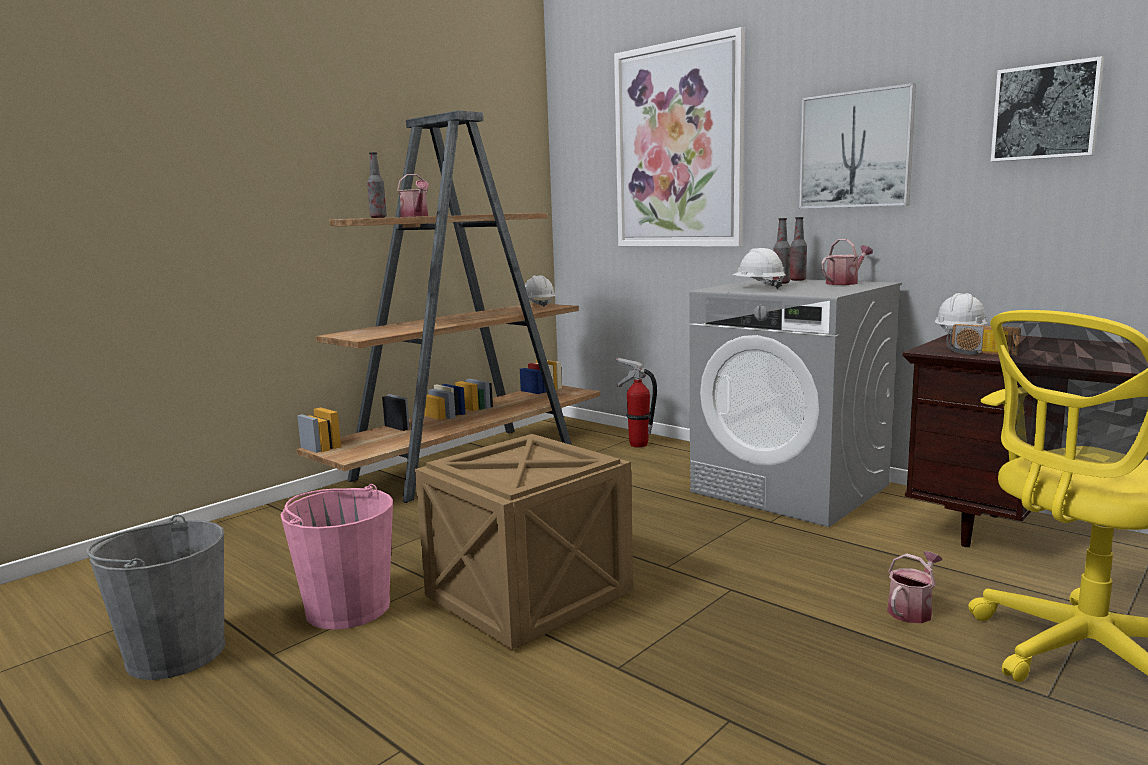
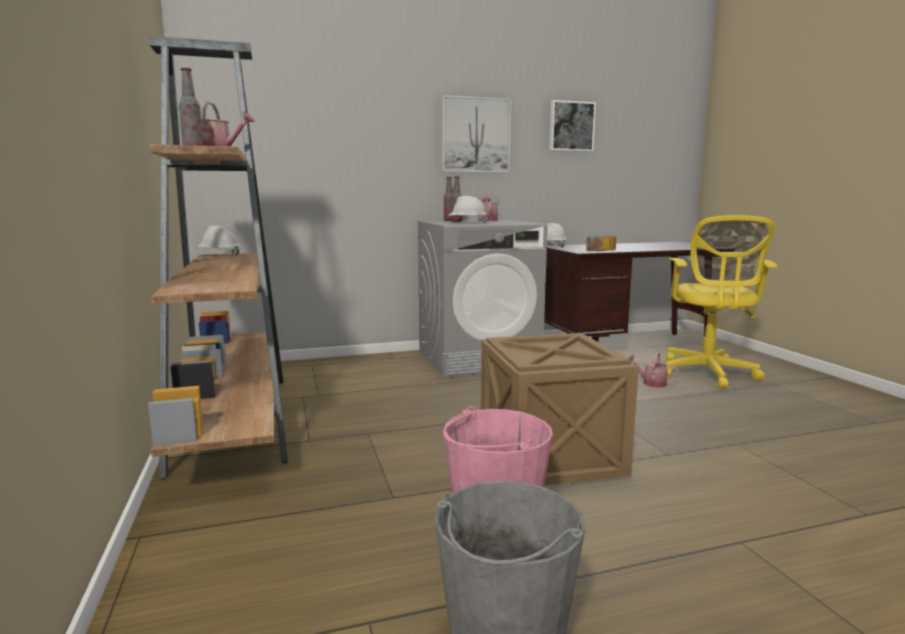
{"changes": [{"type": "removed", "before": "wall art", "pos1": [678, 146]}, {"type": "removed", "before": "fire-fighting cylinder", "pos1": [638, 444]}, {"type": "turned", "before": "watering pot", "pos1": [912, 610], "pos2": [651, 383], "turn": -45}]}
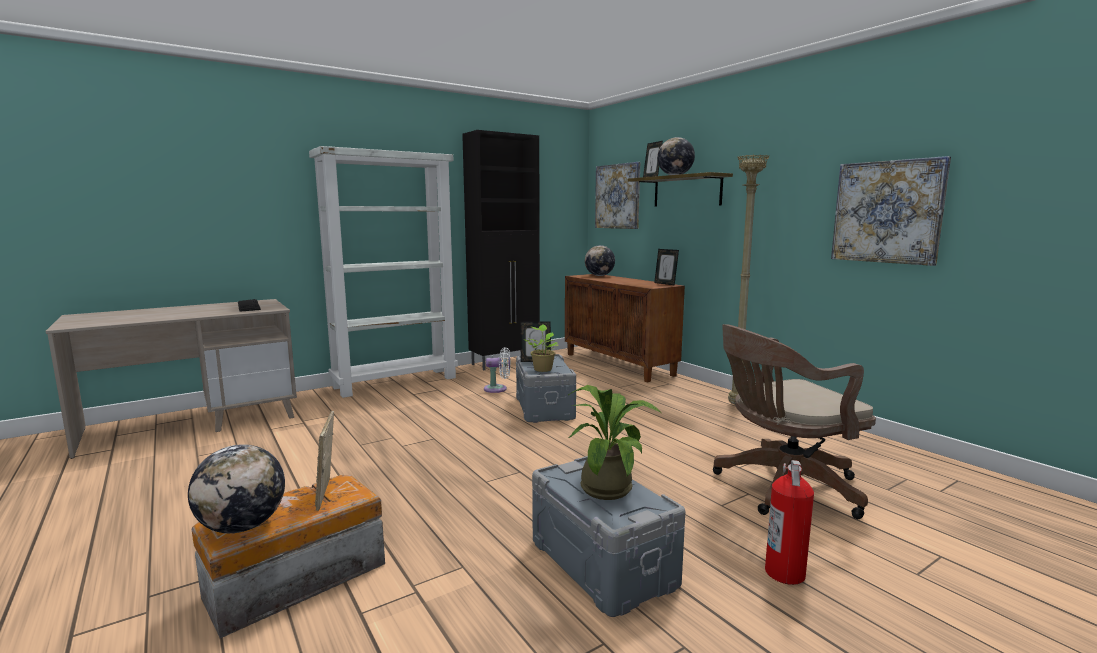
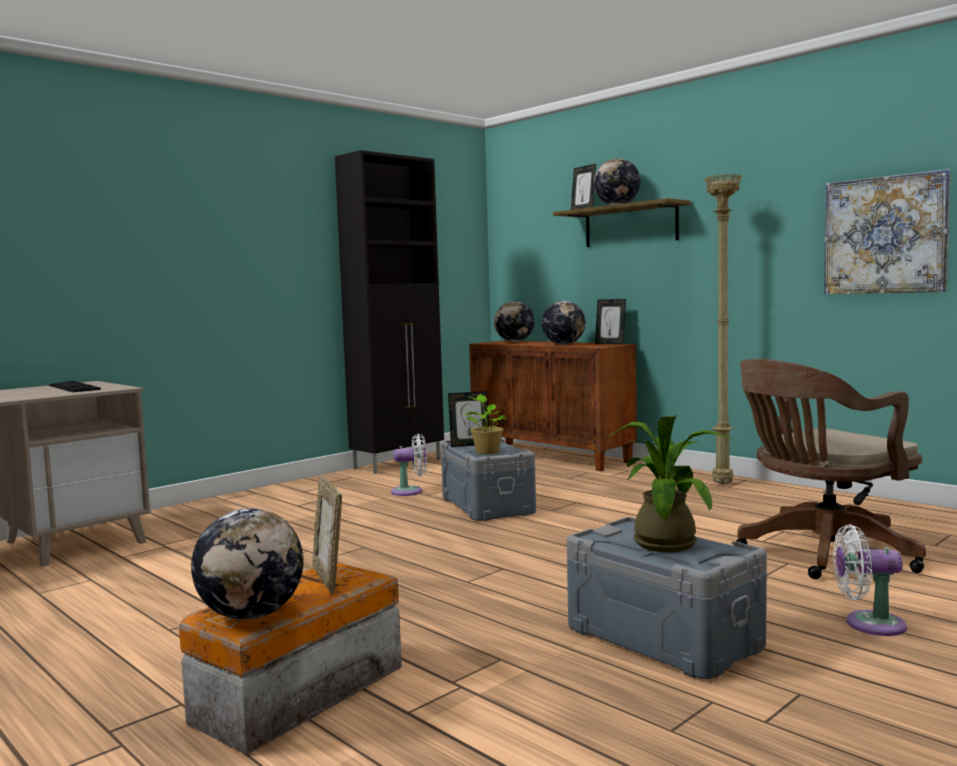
{"changes": [{"type": "removed", "before": "whitish shelving unit", "pos1": [396, 382]}, {"type": "removed", "before": "wall art", "pos1": [617, 196]}, {"type": "replaced", "before": "fire-fighting cylinder", "after": "whitish fan", "pos1": [785, 573], "pos2": [868, 624]}, {"type": "added", "after": "world globe", "pos2": [563, 344]}]}
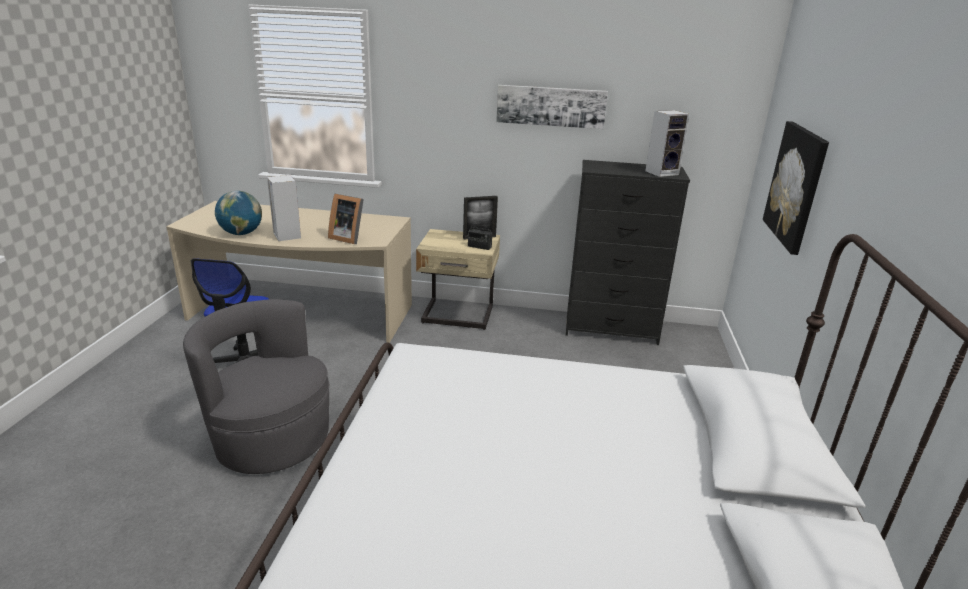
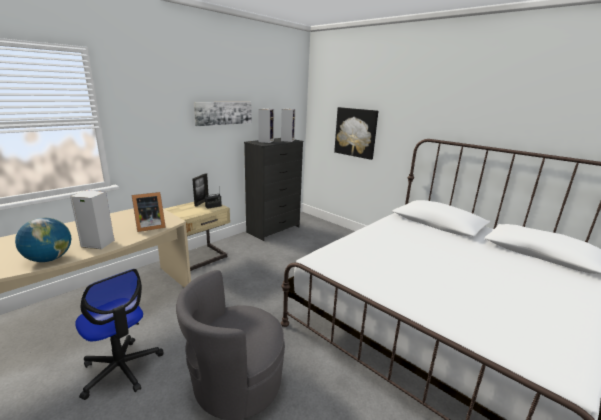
{"changes": [{"type": "added", "after": "speaker", "pos2": [266, 141]}]}
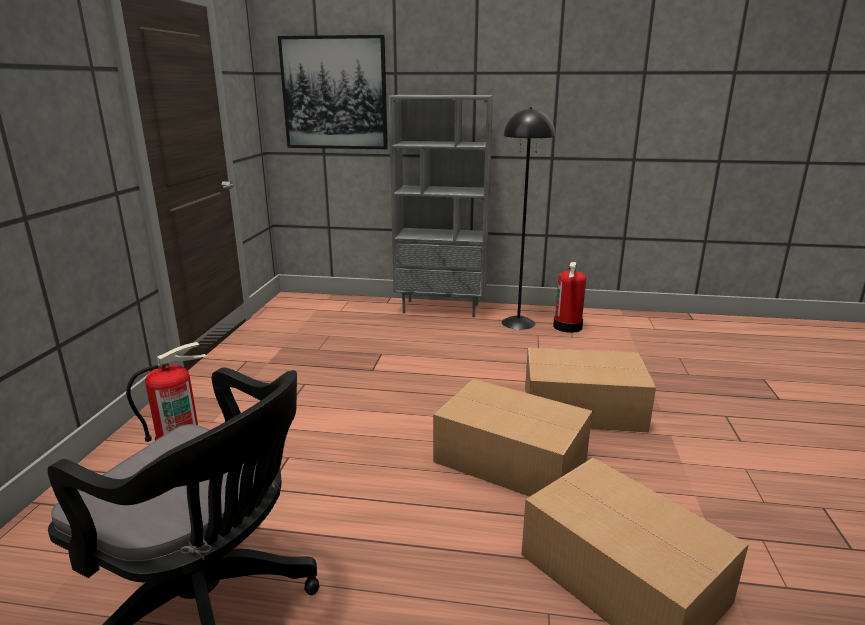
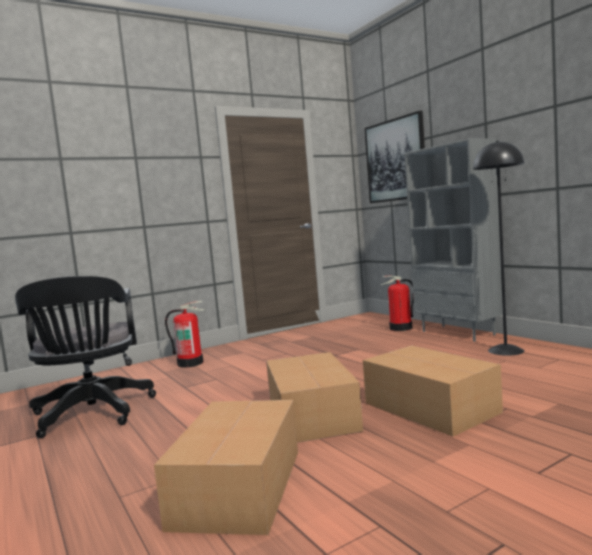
{"changes": [{"type": "moved", "before": "fire-fighting cylinder", "pos1": [568, 327], "pos2": [401, 328]}]}
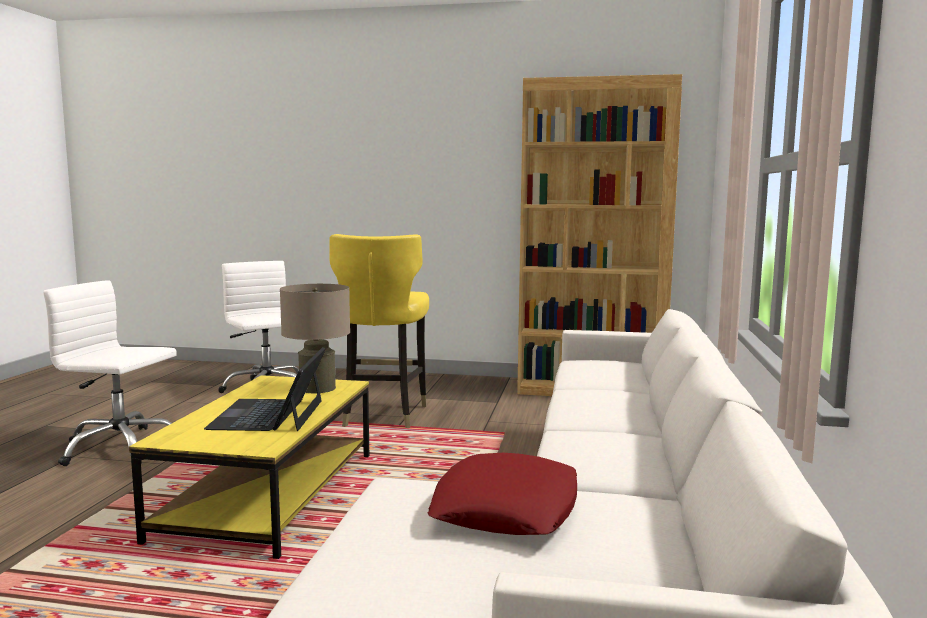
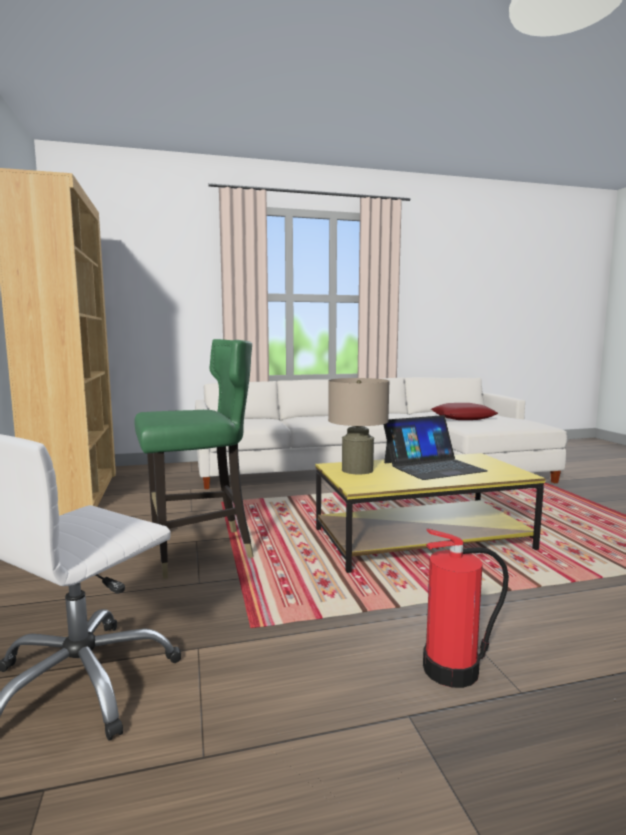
{"changes": [{"type": "replaced", "before": "whitish office chair", "after": "fire-fighting cylinder", "pos1": [120, 448], "pos2": [453, 669]}, {"type": "recoloured", "before": "yellowish plain chair", "after": "greenish plain chair", "pos1": [382, 415], "pos2": [198, 551]}]}
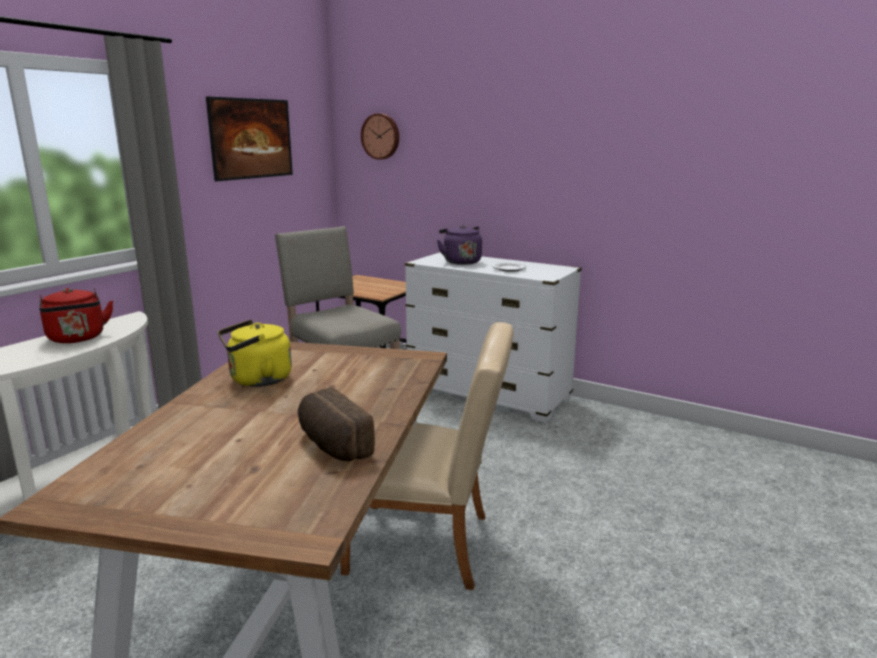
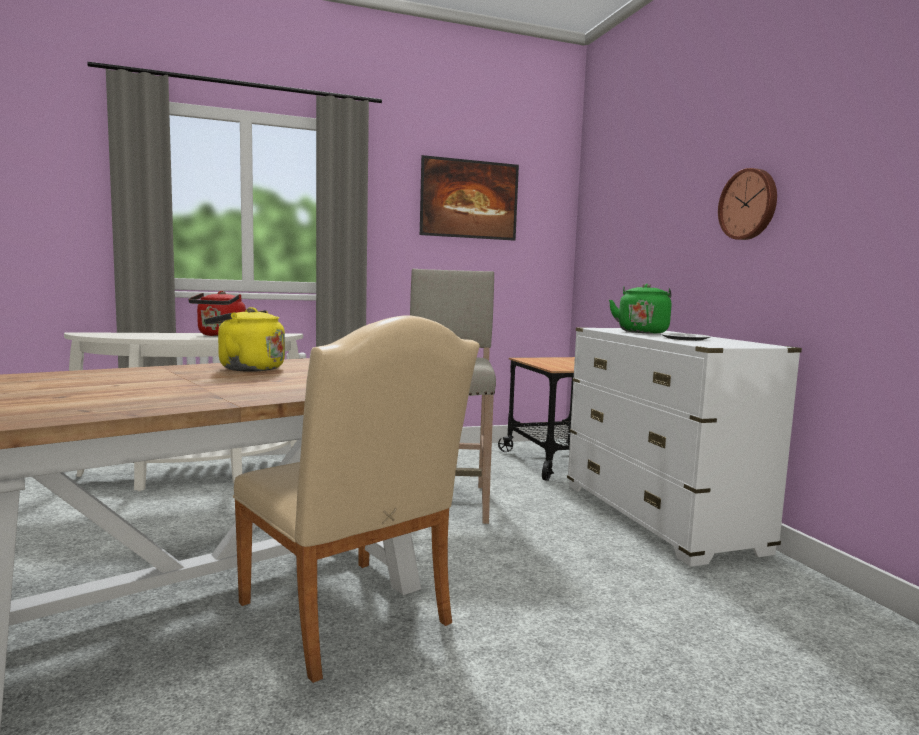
{"changes": [{"type": "removed", "before": "bread", "pos1": [332, 445]}, {"type": "moved", "before": "wall clock", "pos1": [381, 136], "pos2": [749, 204]}, {"type": "recoloured", "before": "purple-coloured tea kettle", "after": "greenish tea kettle", "pos1": [460, 261], "pos2": [642, 332]}]}
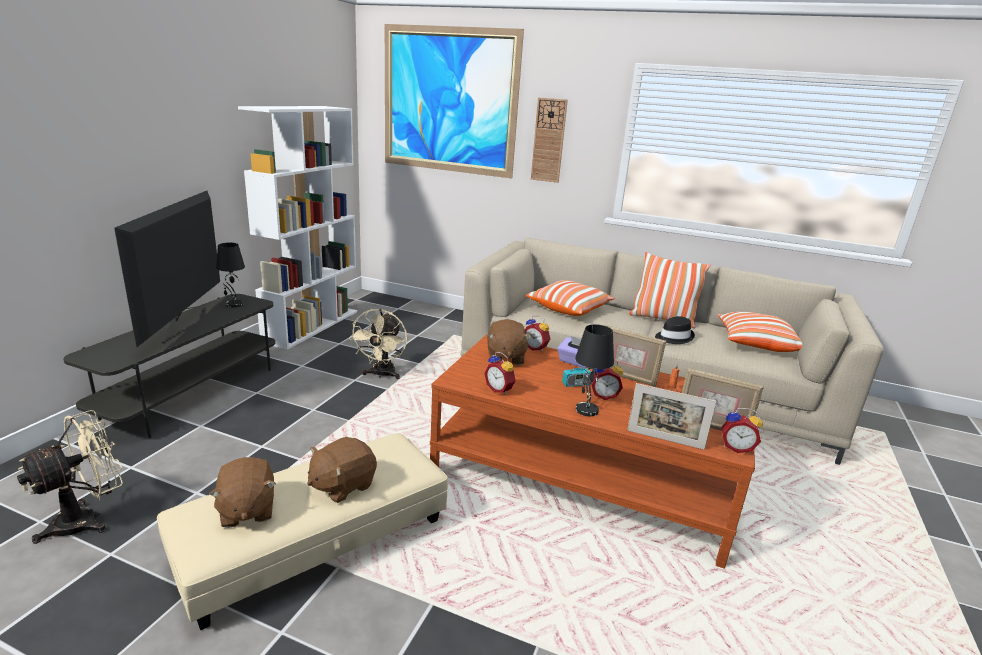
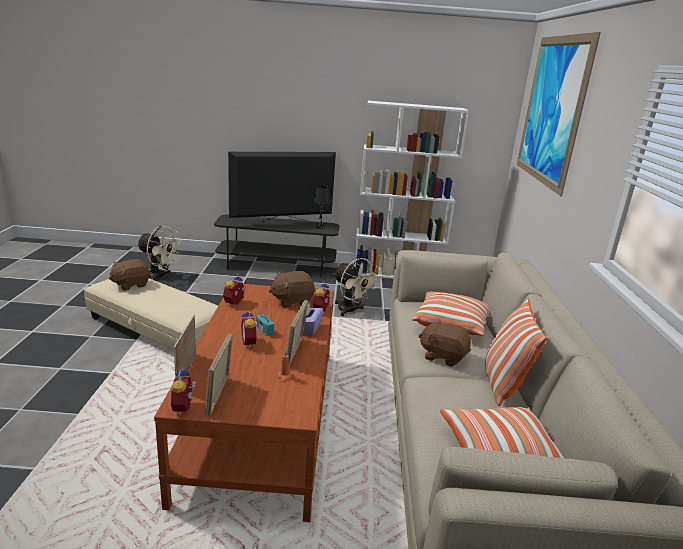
{"changes": [{"type": "moved", "before": "brown-coloured cuddly toy", "pos1": [342, 485], "pos2": [443, 356]}, {"type": "turned", "before": "sand-coloured fan", "pos1": [381, 375], "pos2": [350, 311], "turn": -120}, {"type": "removed", "before": "wall clock", "pos1": [548, 140]}, {"type": "removed", "before": "black tabletop lamp", "pos1": [586, 410]}, {"type": "removed", "before": "black clothing hat", "pos1": [673, 337]}]}
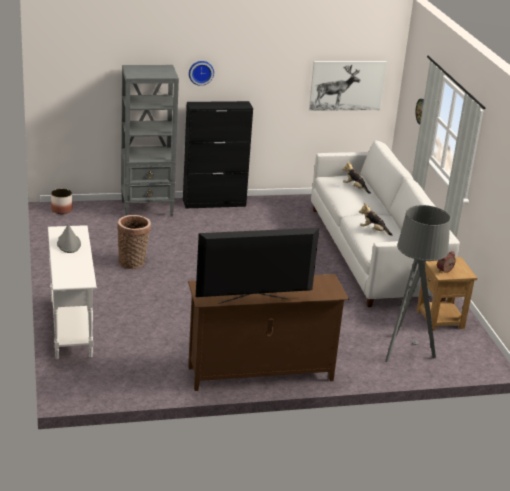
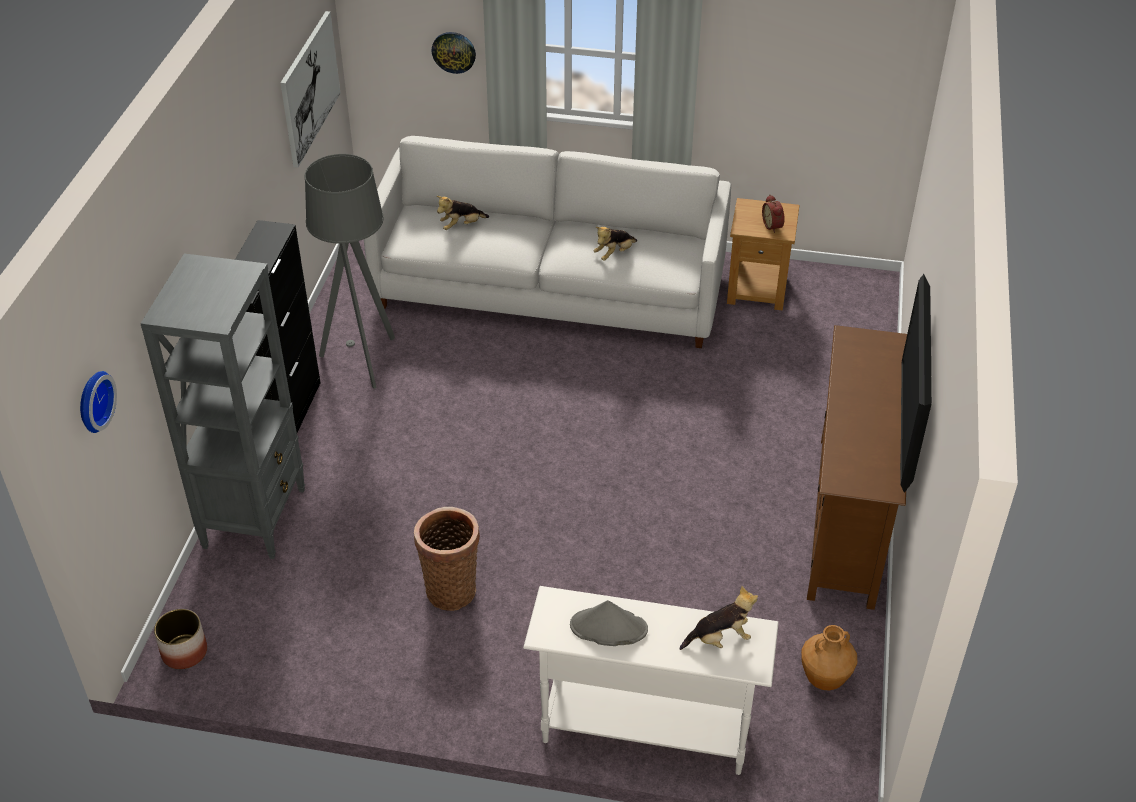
{"changes": [{"type": "moved", "before": "wall clock", "pos1": [201, 72], "pos2": [92, 401]}, {"type": "moved", "before": "greyish standing lamp", "pos1": [405, 351], "pos2": [363, 360]}, {"type": "added", "after": "cuddly toy", "pos2": [720, 638]}, {"type": "added", "after": "brown-coloured decorative vase", "pos2": [824, 679]}]}
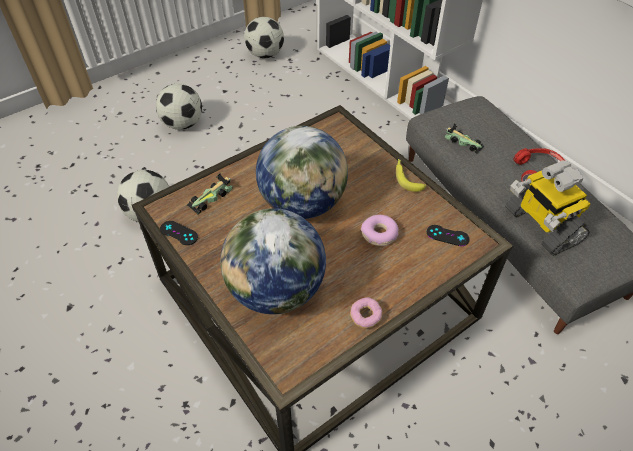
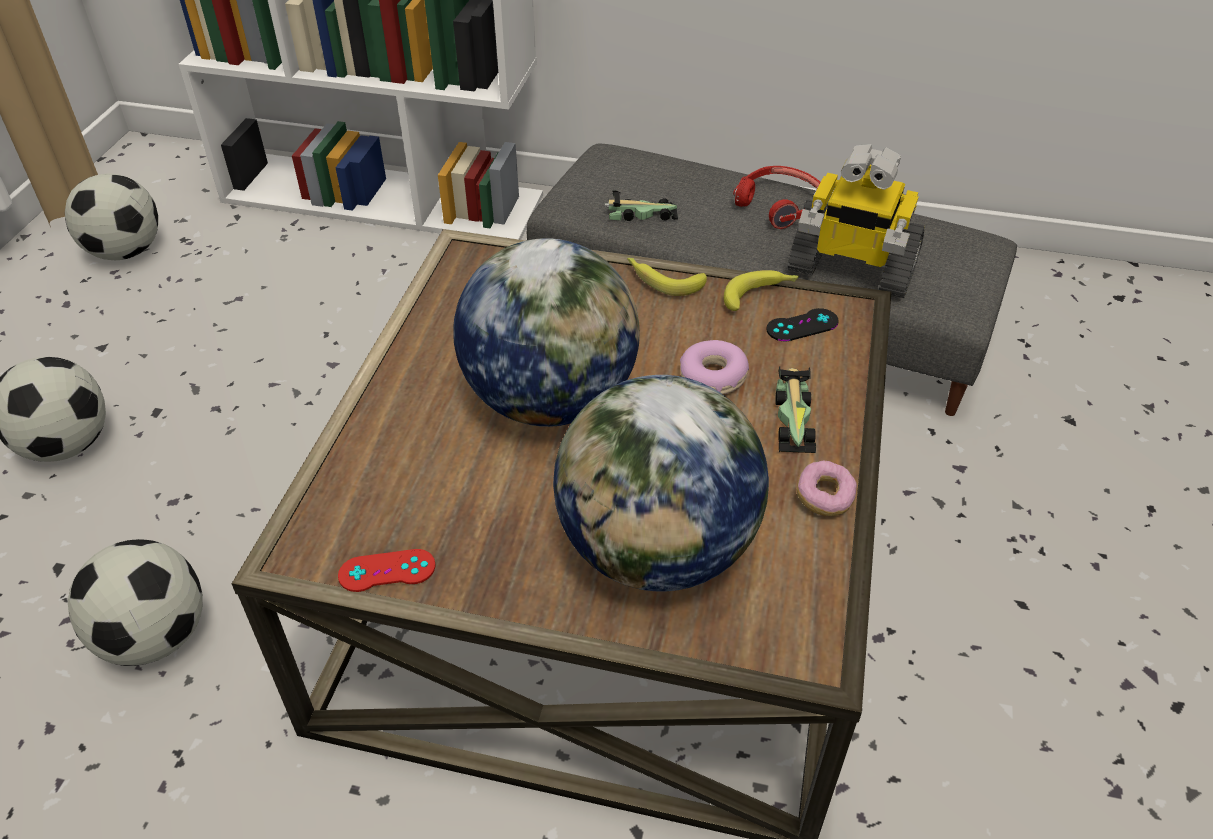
{"changes": [{"type": "recoloured", "before": "black gamepad", "after": "red gamepad", "pos1": [179, 233], "pos2": [387, 571]}, {"type": "moved", "before": "miniature car", "pos1": [212, 196], "pos2": [793, 416]}, {"type": "added", "after": "banana", "pos2": [760, 295]}]}
